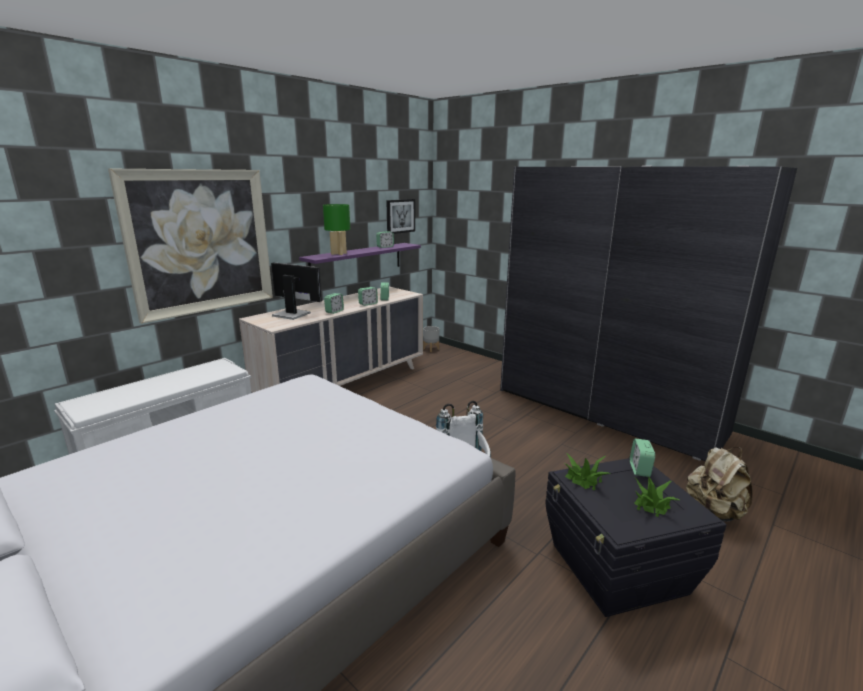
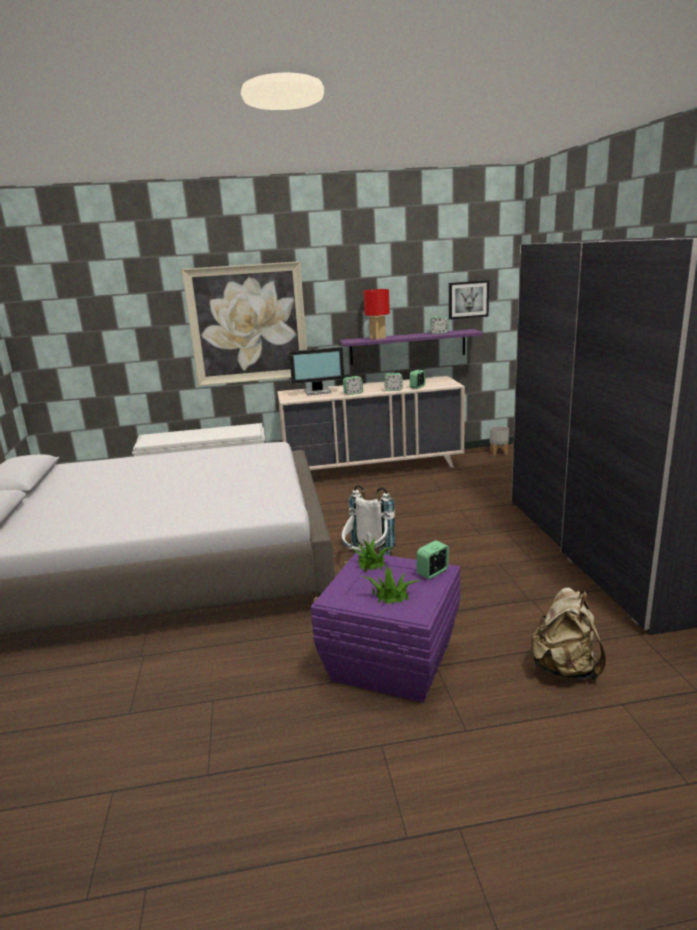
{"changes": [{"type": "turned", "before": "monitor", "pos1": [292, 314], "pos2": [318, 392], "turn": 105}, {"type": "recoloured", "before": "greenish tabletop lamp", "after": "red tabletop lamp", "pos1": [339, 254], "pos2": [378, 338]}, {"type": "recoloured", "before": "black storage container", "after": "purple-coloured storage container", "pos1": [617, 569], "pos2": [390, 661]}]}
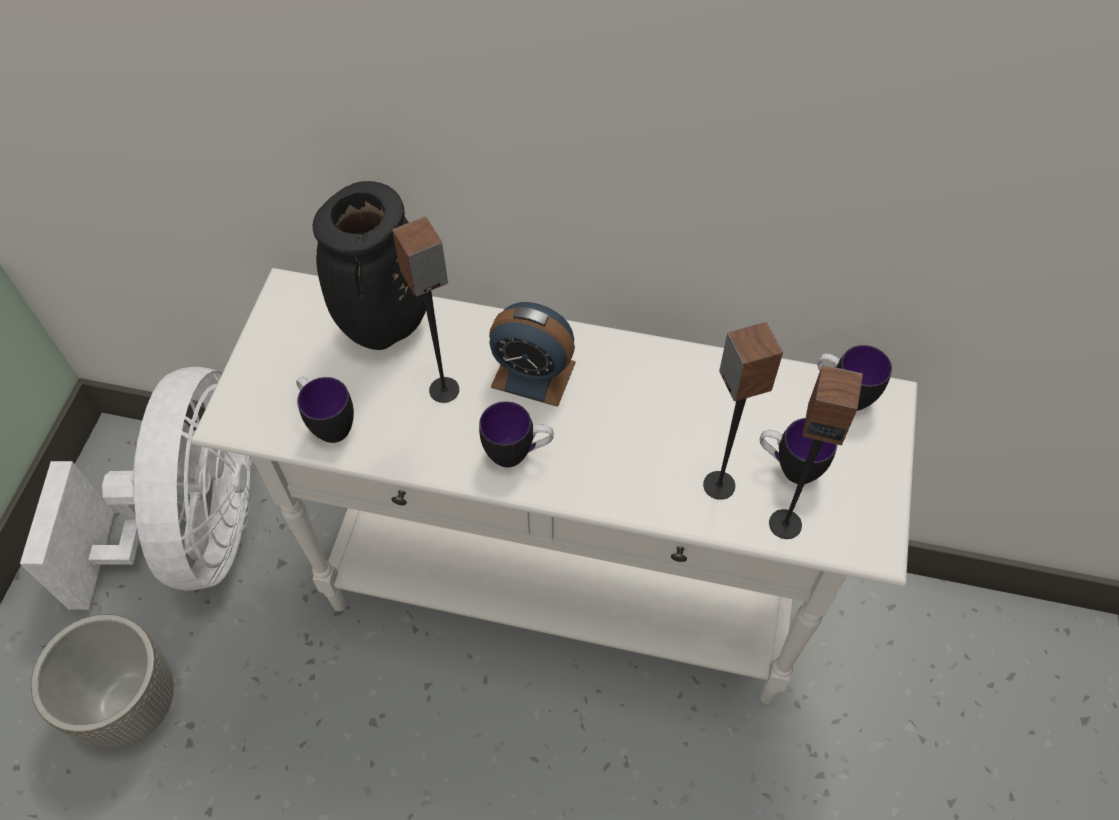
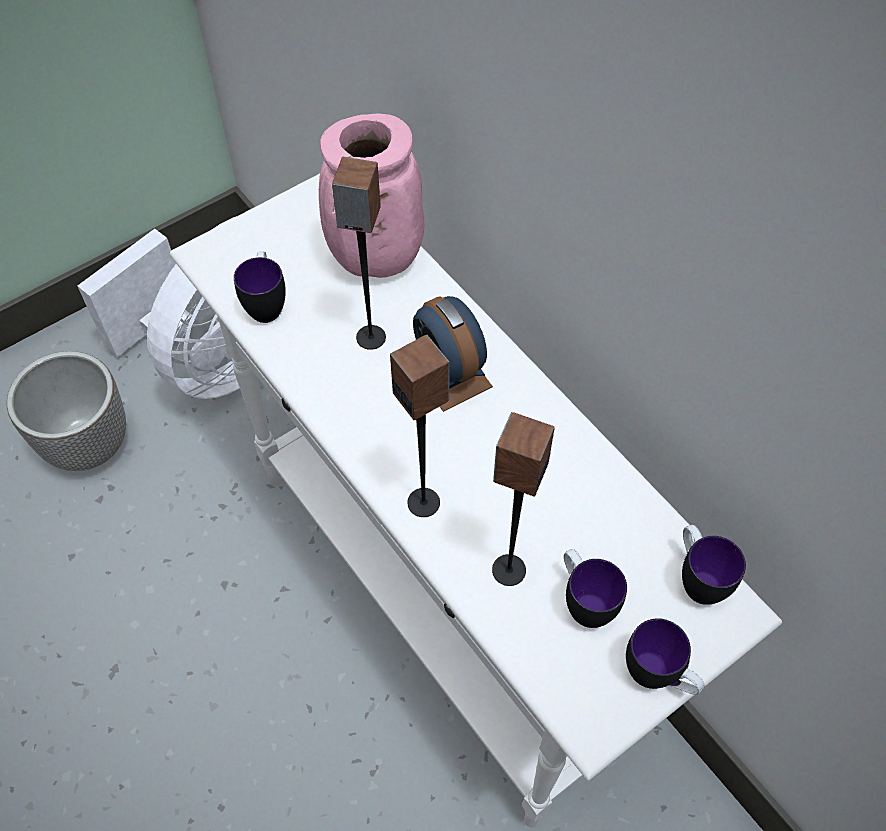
{"changes": [{"type": "recoloured", "before": "black decorative vase", "after": "pink decorative vase", "pos1": [386, 328], "pos2": [375, 261]}, {"type": "moved", "before": "tea mug", "pos1": [518, 454], "pos2": [658, 677]}, {"type": "moved", "before": "speaker", "pos1": [785, 523], "pos2": [424, 502]}]}
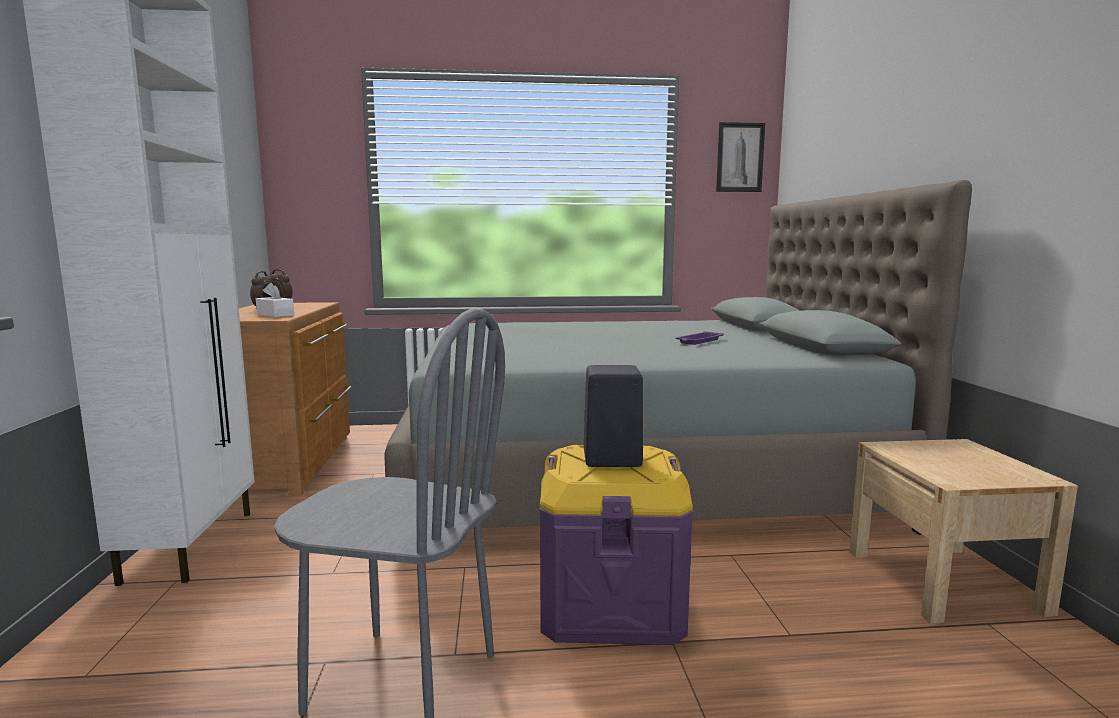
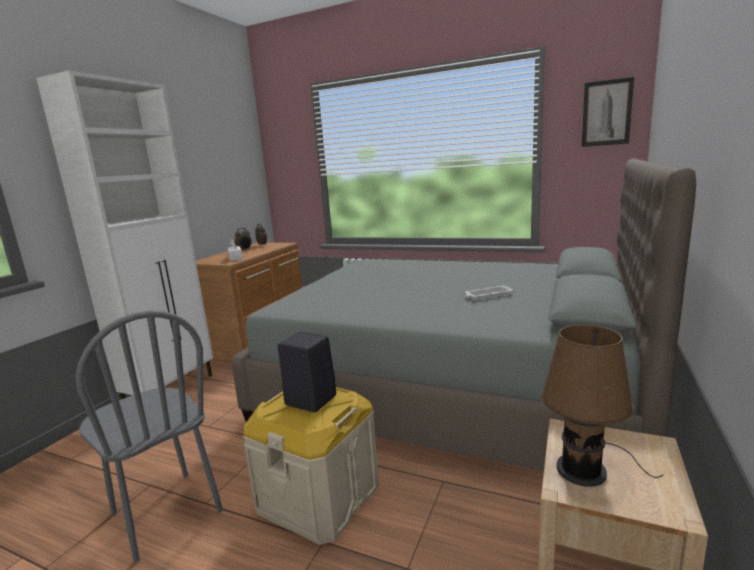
{"changes": [{"type": "recoloured", "before": "purple-coloured storage container", "after": "sand-coloured storage container", "pos1": [610, 604], "pos2": [319, 497]}, {"type": "recoloured", "before": "purple-coloured tray", "after": "whitish tray", "pos1": [699, 341], "pos2": [488, 295]}, {"type": "added", "after": "brown-coloured tabletop lamp", "pos2": [585, 469]}]}
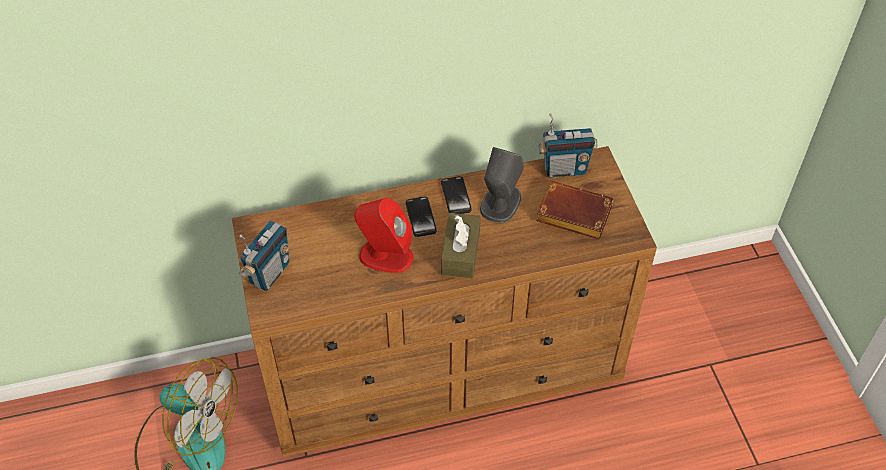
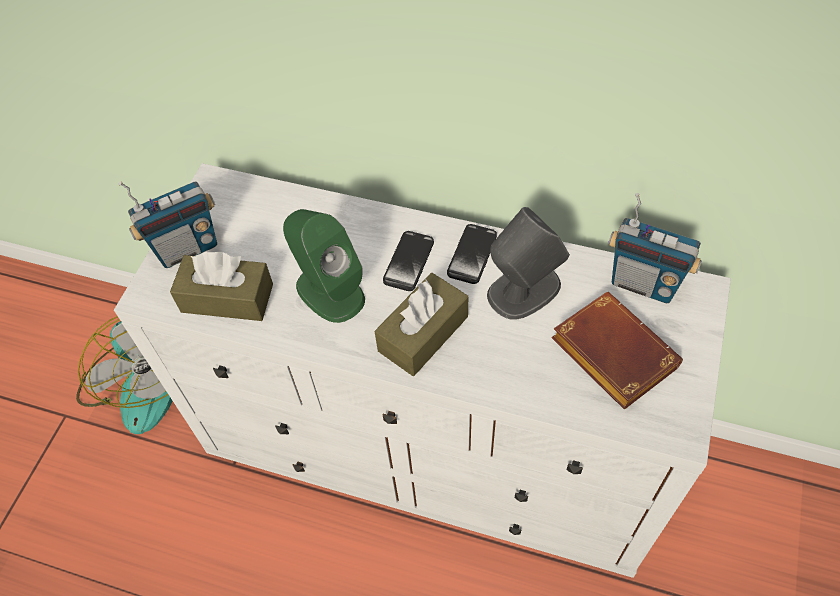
{"changes": [{"type": "recoloured", "before": "brown-coloured drawer chest", "after": "whitish drawer chest", "pos1": [444, 369], "pos2": [434, 447]}, {"type": "recoloured", "before": "red speaker", "after": "greenish speaker", "pos1": [385, 256], "pos2": [329, 291]}, {"type": "added", "after": "brown-coloured box of tissues", "pos2": [227, 298]}]}
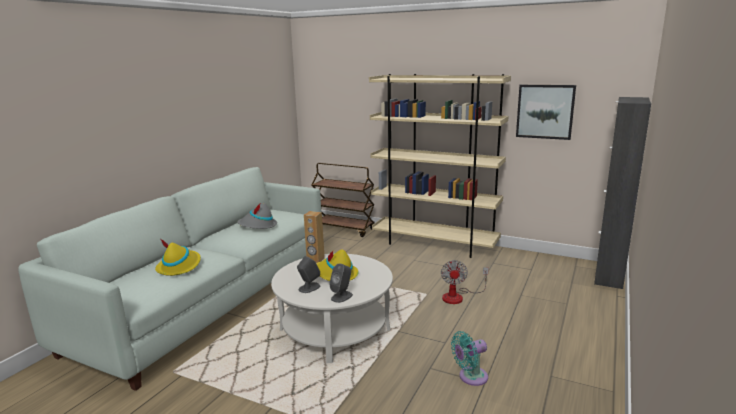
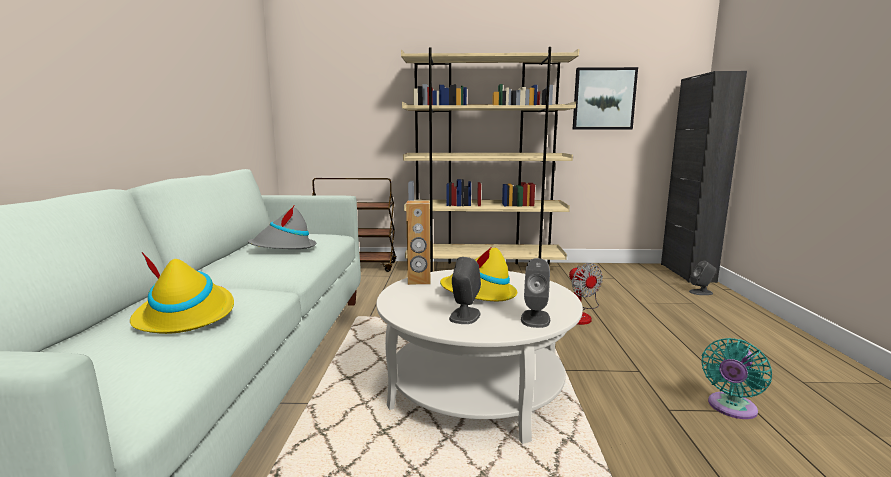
{"changes": [{"type": "added", "after": "greyish speaker", "pos2": [701, 292]}]}
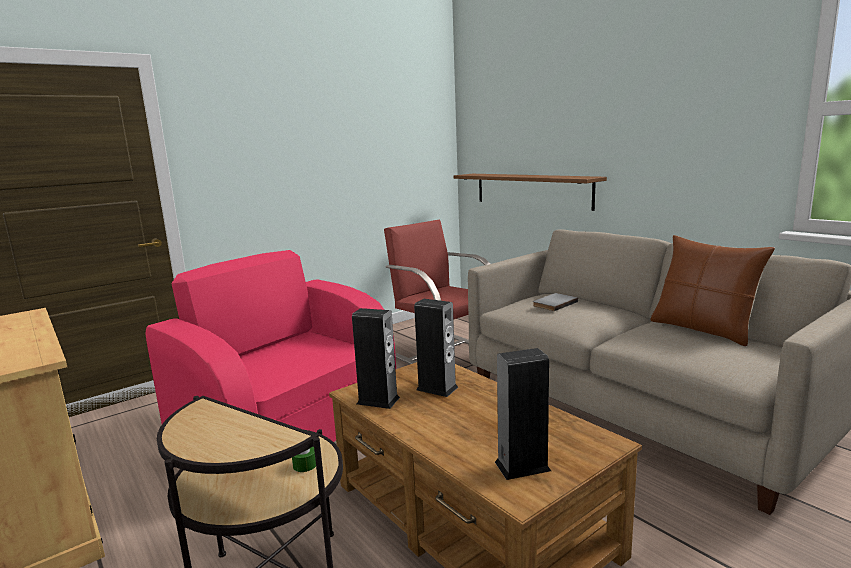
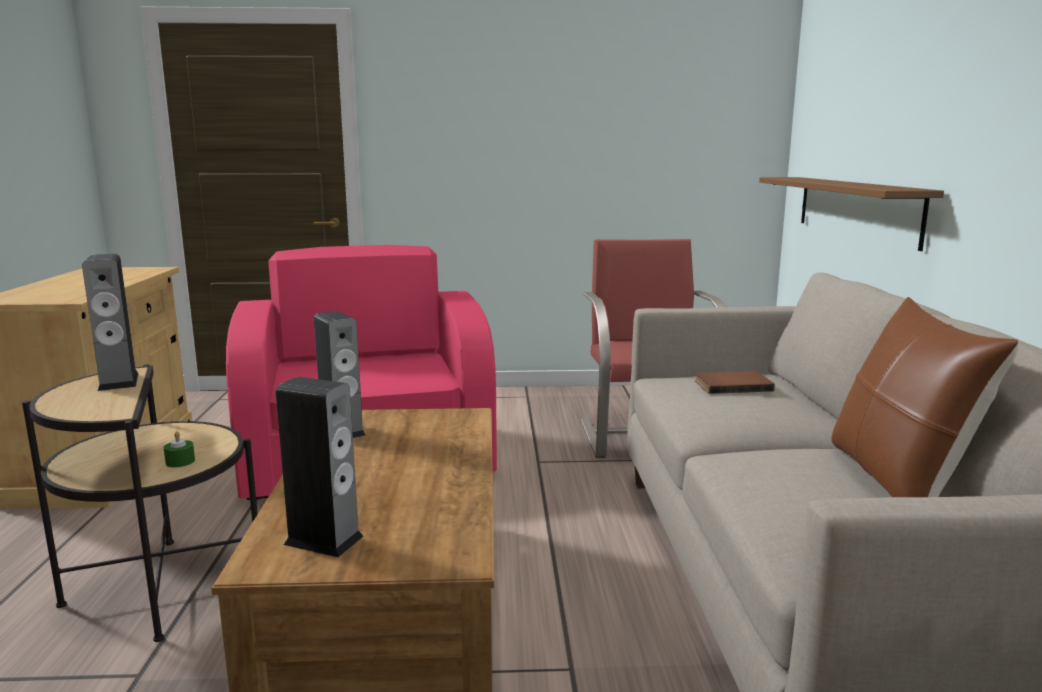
{"changes": [{"type": "moved", "before": "speaker", "pos1": [437, 388], "pos2": [118, 381]}, {"type": "recoloured", "before": "greyish volume", "after": "brown-coloured volume", "pos1": [553, 303], "pos2": [732, 385]}]}
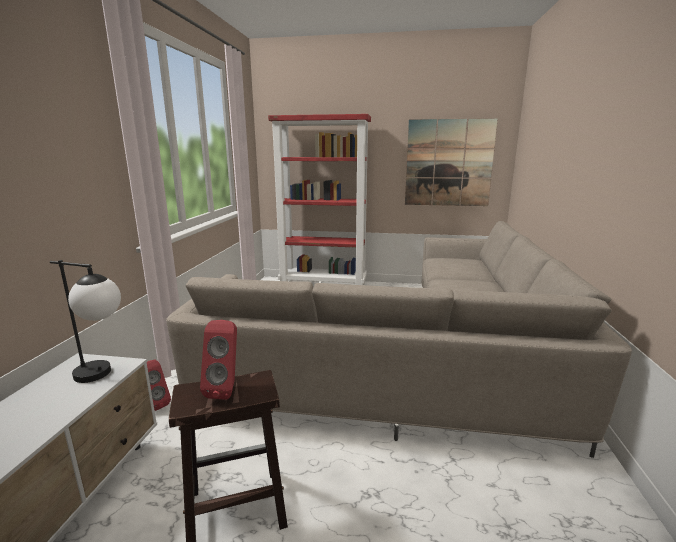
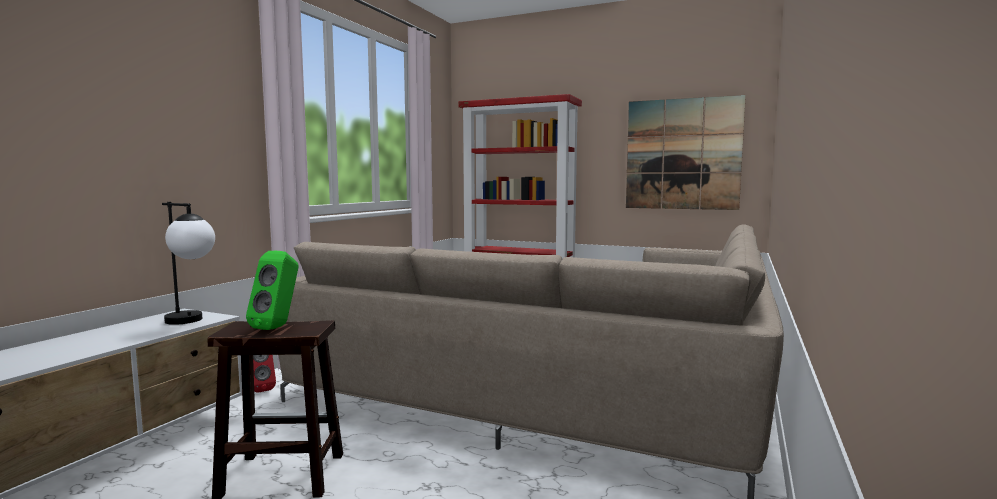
{"changes": [{"type": "recoloured", "before": "red speaker", "after": "greenish speaker", "pos1": [226, 389], "pos2": [278, 327]}]}
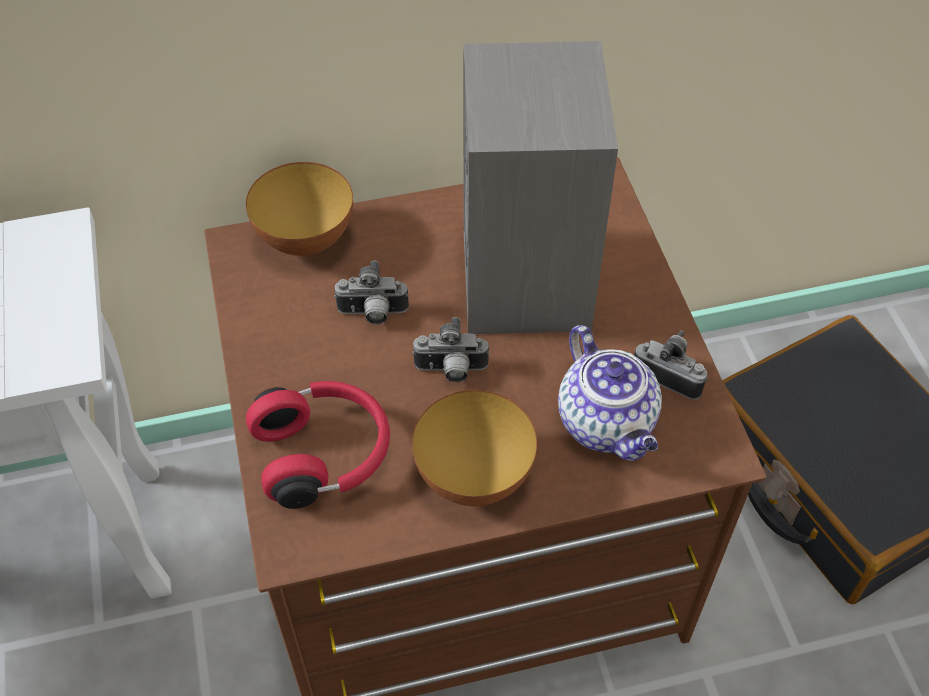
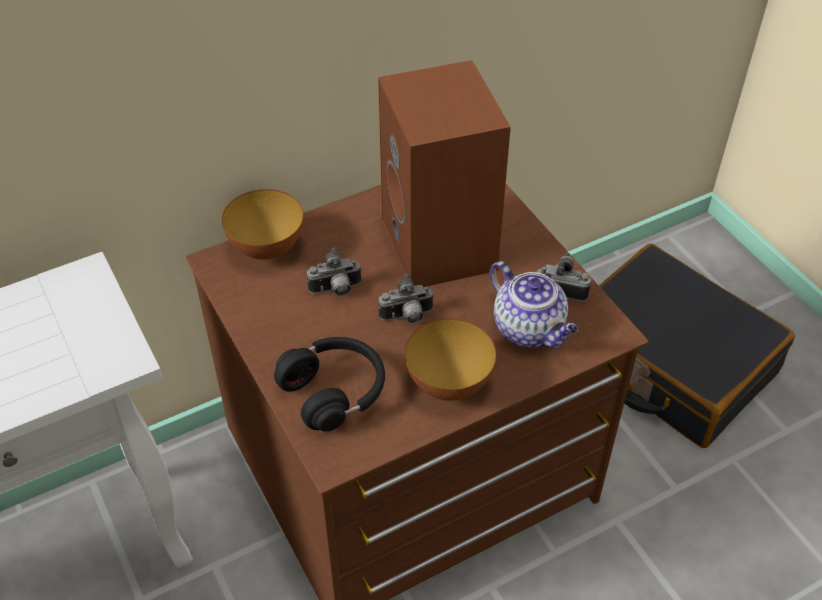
{"changes": [{"type": "recoloured", "before": "red pair of headphones", "after": "black pair of headphones", "pos1": [324, 454], "pos2": [335, 392]}, {"type": "recoloured", "before": "greyish speaker", "after": "brown-coloured speaker", "pos1": [529, 282], "pos2": [442, 246]}]}
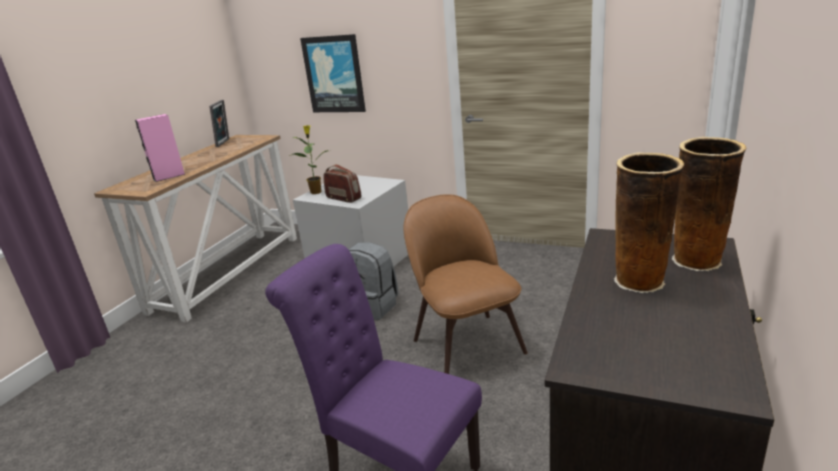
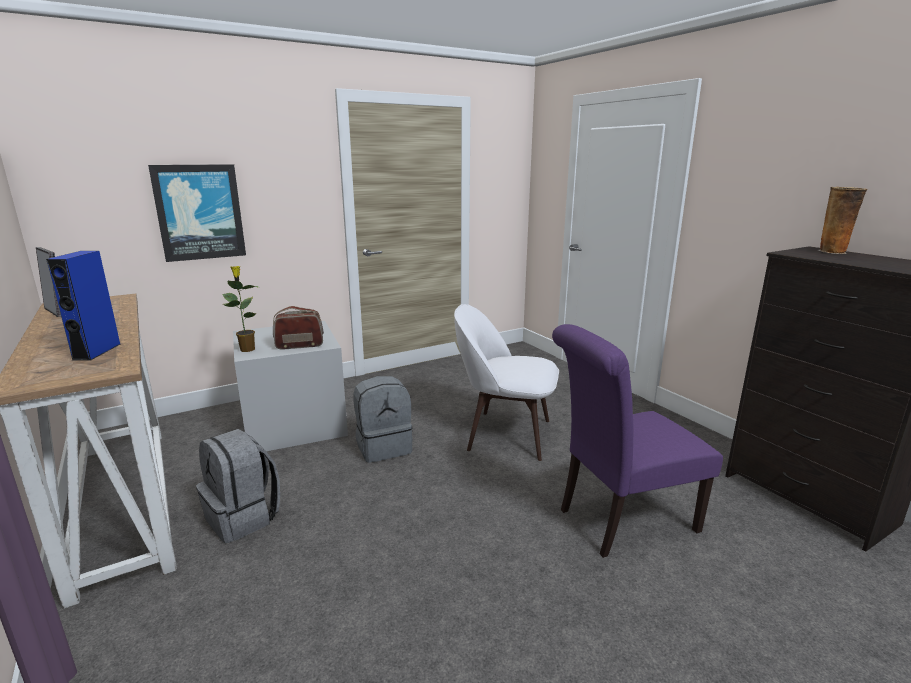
{"changes": [{"type": "recoloured", "before": "pink speaker", "after": "bluish speaker", "pos1": [169, 177], "pos2": [97, 351]}, {"type": "recoloured", "before": "brown-coloured plain chair", "after": "whitish plain chair", "pos1": [466, 343], "pos2": [505, 434]}, {"type": "removed", "before": "decorative vase", "pos1": [640, 281]}, {"type": "added", "after": "greyish backpack", "pos2": [243, 517]}]}
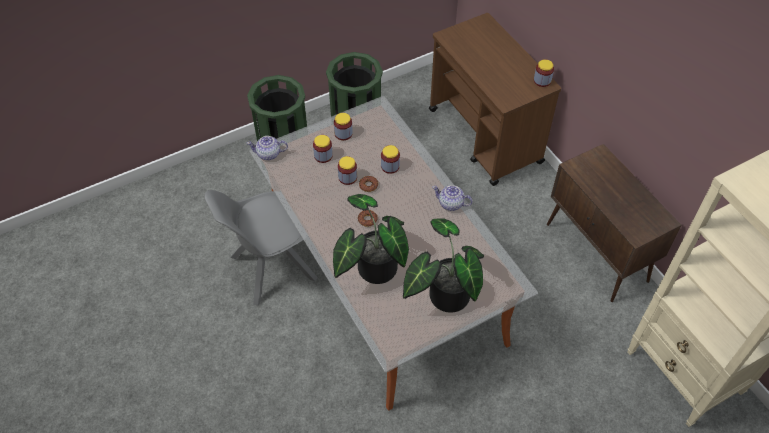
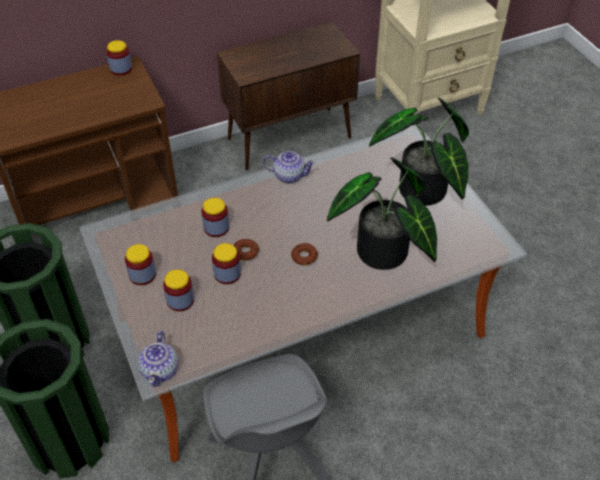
{"changes": [{"type": "turned", "before": "pot for tea", "pos1": [451, 204], "pos2": [289, 175], "turn": -105}]}
